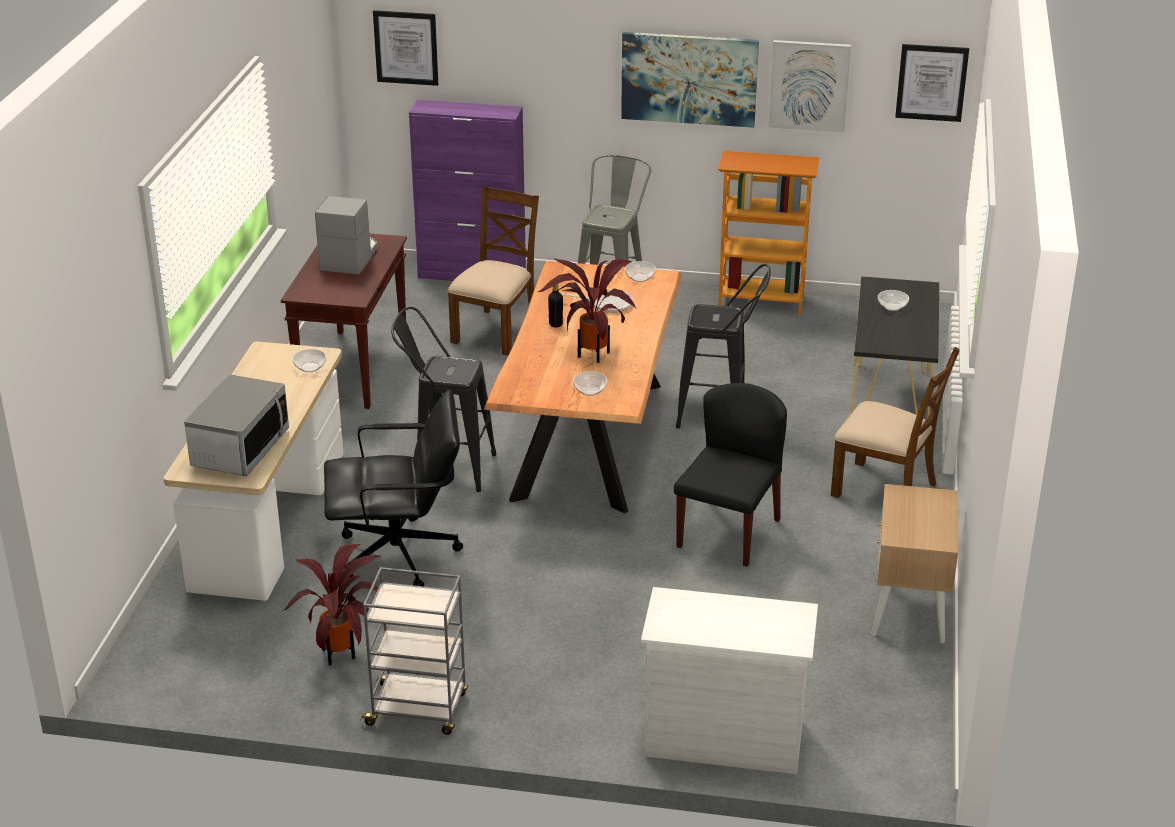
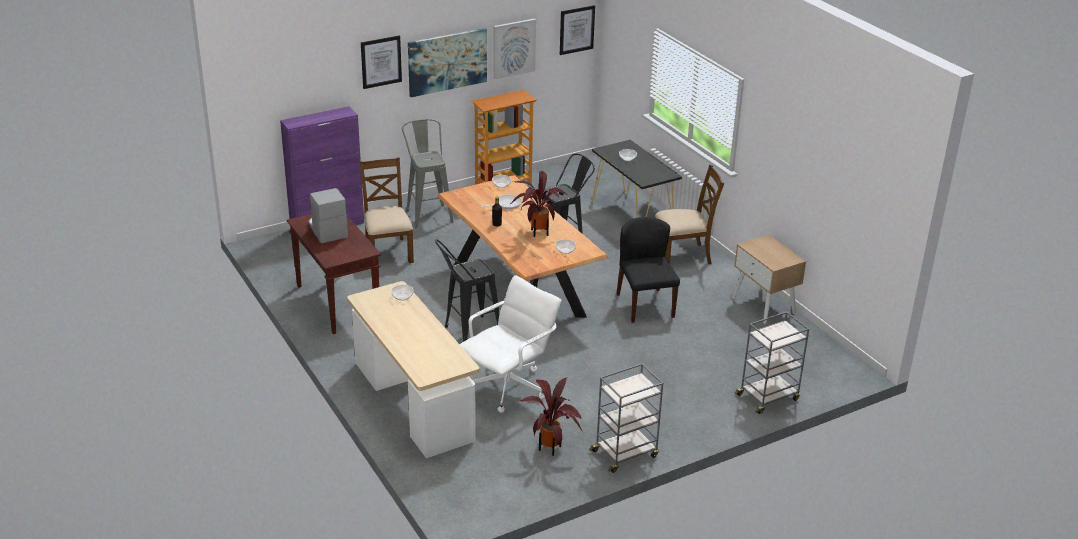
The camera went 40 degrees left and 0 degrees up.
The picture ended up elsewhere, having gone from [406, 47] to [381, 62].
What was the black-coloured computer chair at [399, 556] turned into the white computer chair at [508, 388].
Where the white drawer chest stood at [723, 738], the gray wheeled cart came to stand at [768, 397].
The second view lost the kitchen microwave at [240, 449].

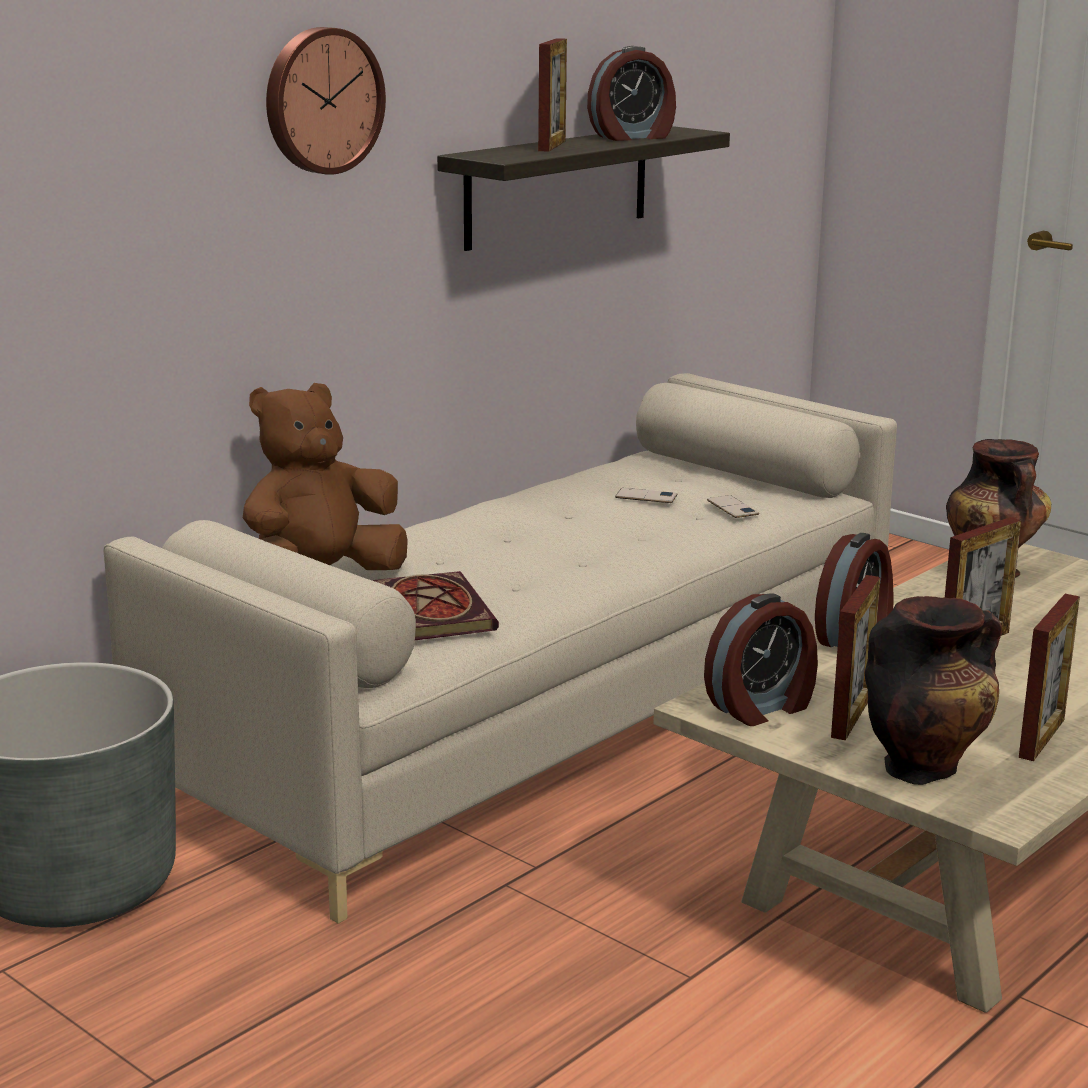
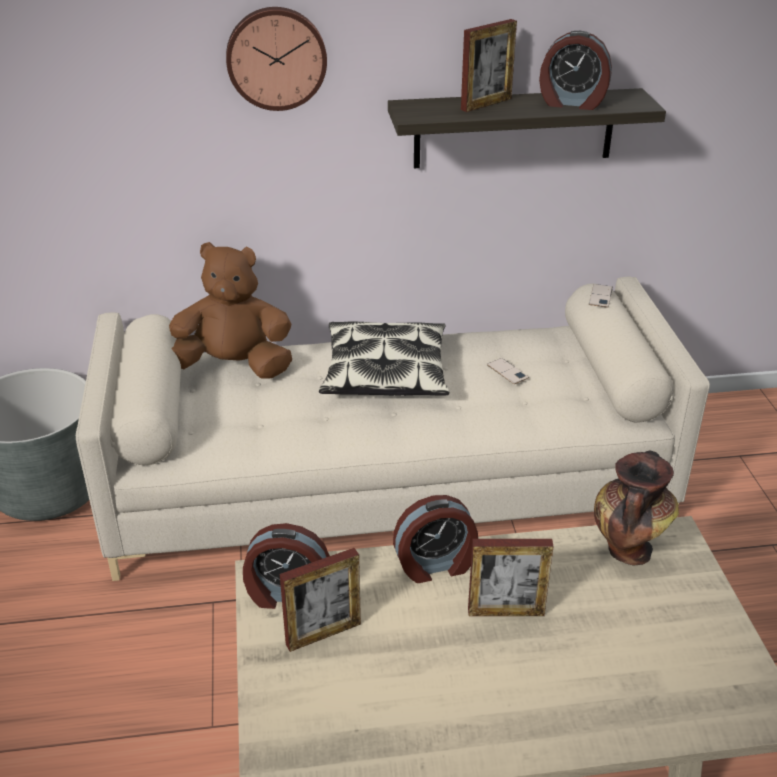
The camera went 40 degrees right and 15 degrees up.
The second view gained the cushion at [385, 373].
The telephone ended up elsewhere, having gone from [732, 507] to [600, 296].
The second view lost the book at [429, 611].
The second view lost the flower vase at [924, 766].
The second view lost the picture frame at [1041, 738].

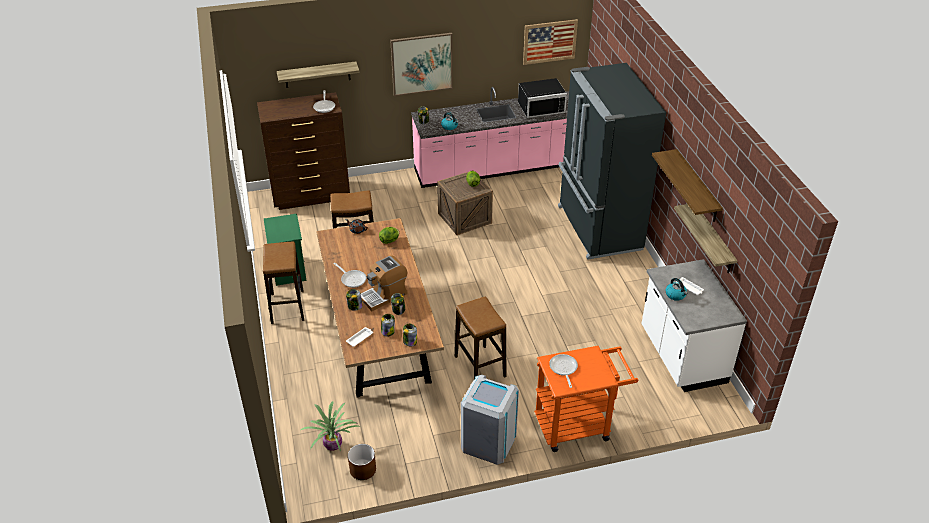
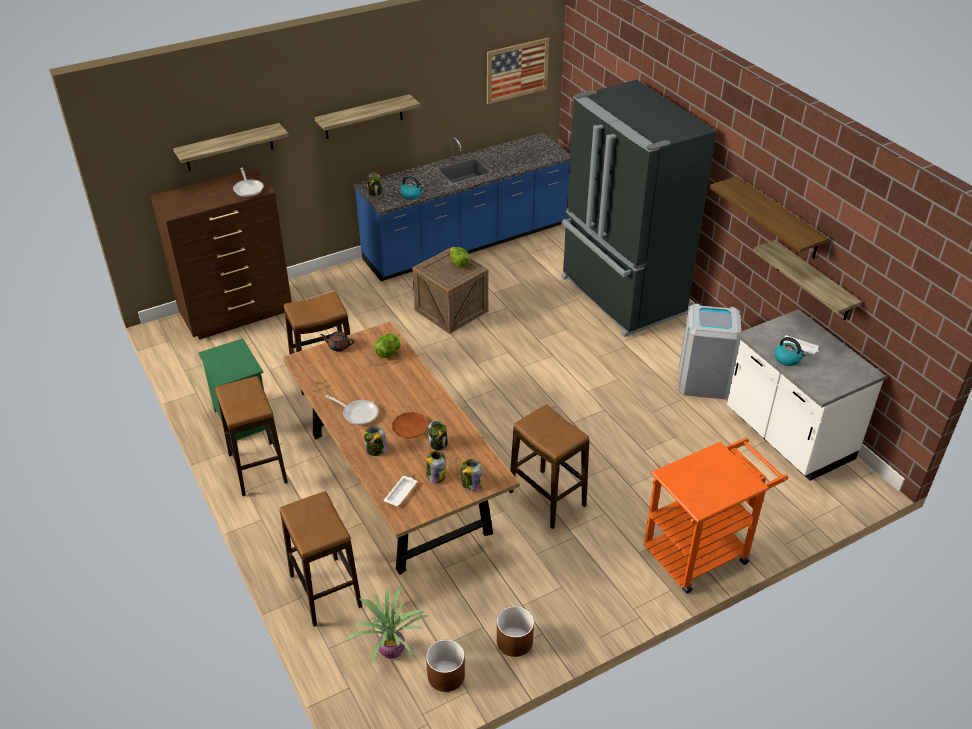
The camera went 15 degrees left and 0 degrees up.
The second view gained the stool at [325, 591].
Where the picture hung at [422, 64], the bracket shelf came to hang at [363, 117].
What was the pink-coloured counter at [496, 169] turned into the blue counter at [466, 244].
Where the coffee machine stood at [384, 295], the brown-coloured dinner plate came to stand at [410, 427].
The second view gained the brown-coloured planter at [514, 641].
The gray trash can ended up elsewhere, having gone from [488, 442] to [703, 380].
The second view lost the black-coloured kitchen microwave at [540, 106].
The second view lost the pan at [563, 369].

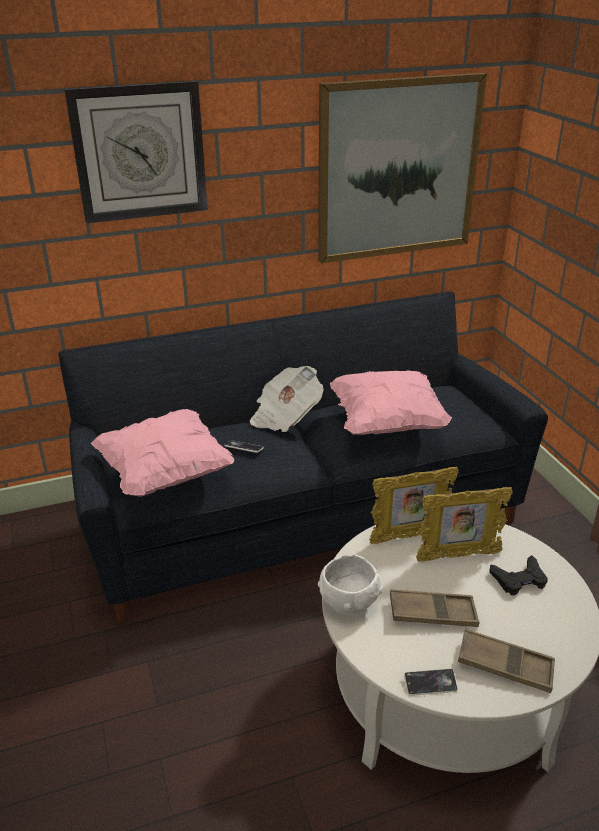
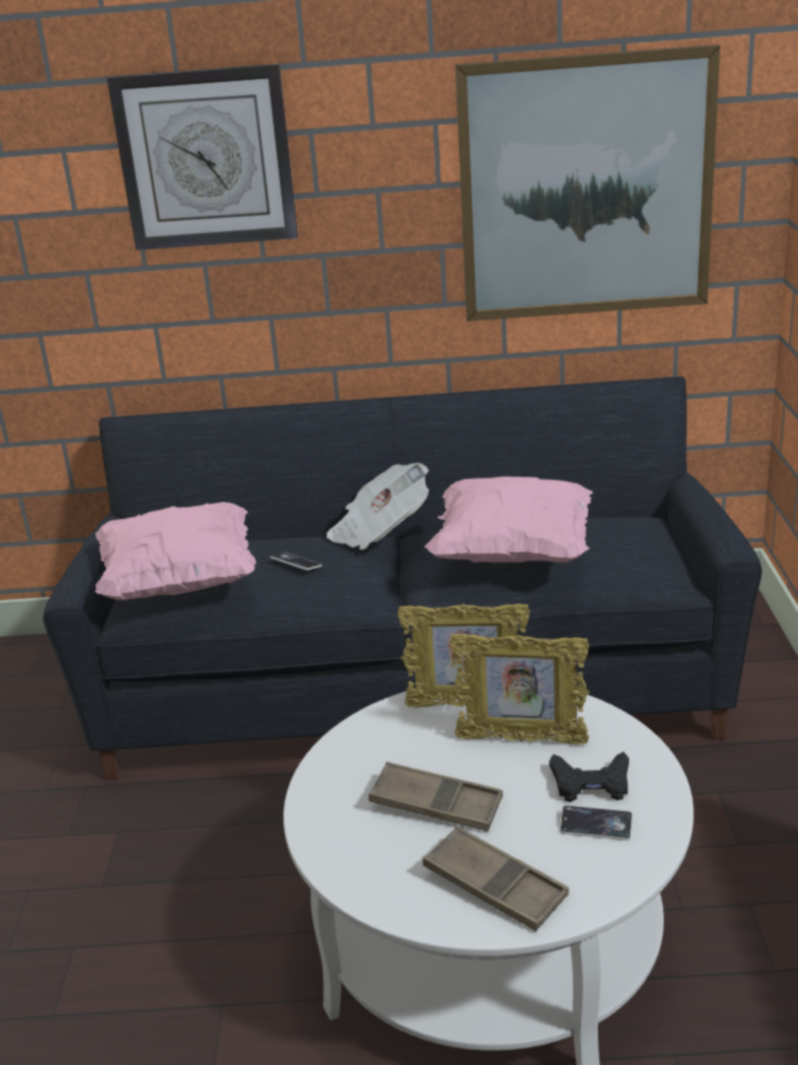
The camera went 20 degrees right and 5 degrees down.
The telephone ended up elsewhere, having gone from [430, 684] to [596, 826].
The second view lost the white serving bowl at [348, 603].

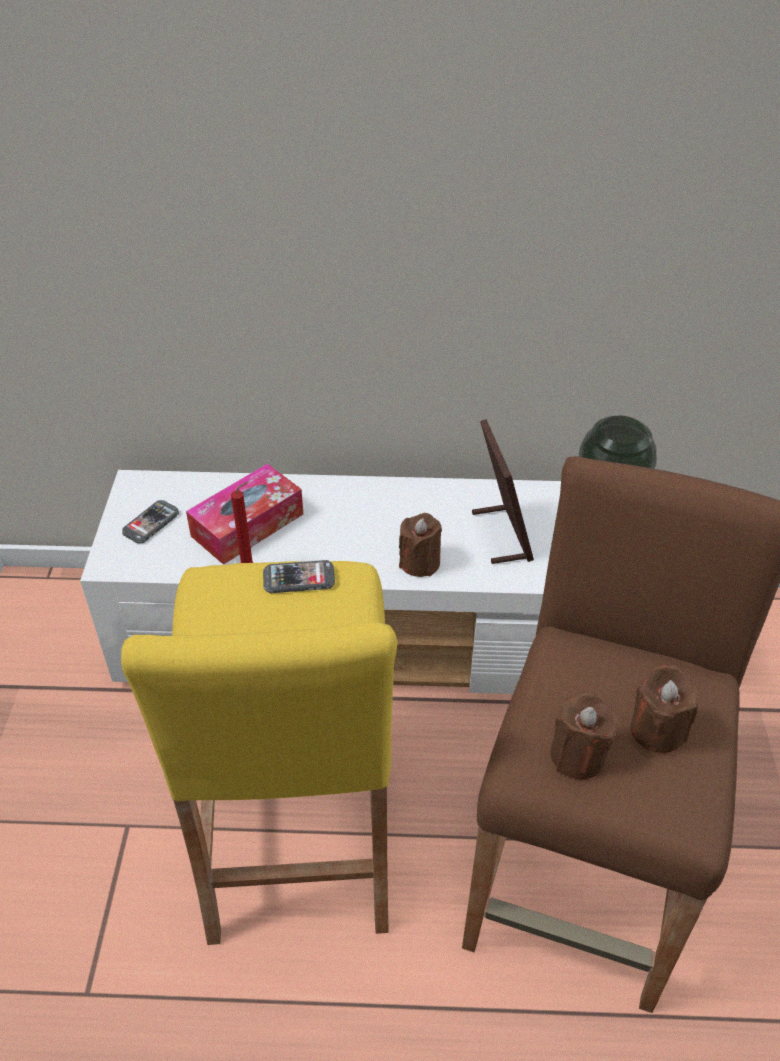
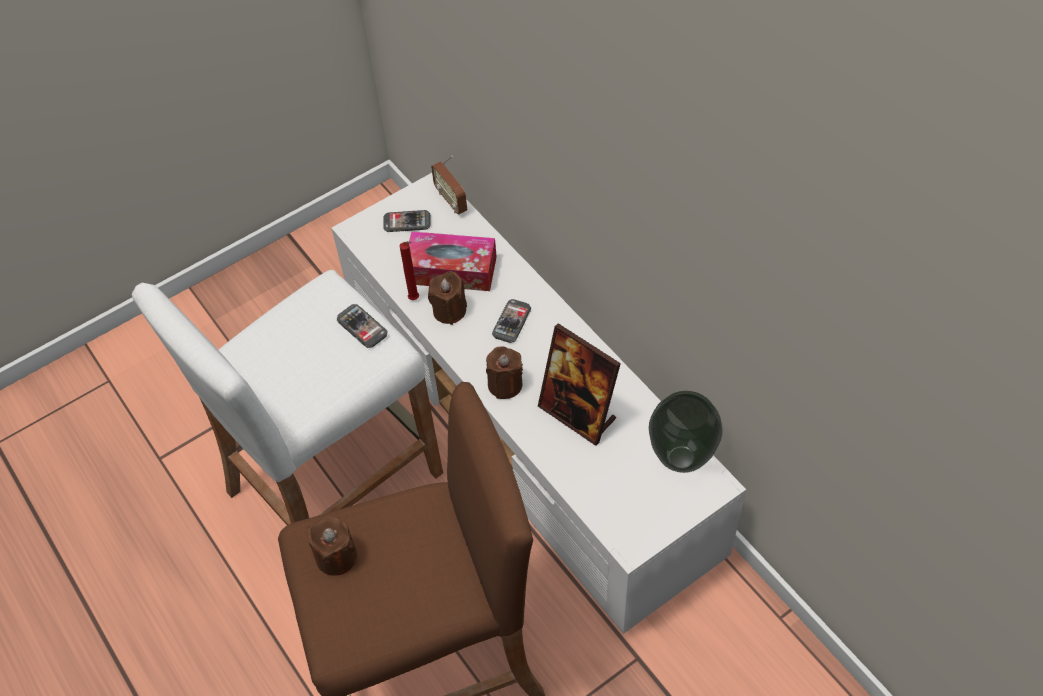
The camera went 55 degrees right and 10 degrees up.
What was the yellow-coloured stool at [296, 829] turned into the white stool at [333, 481].
The brown-coloured wax candle ended up elsewhere, having gone from [657, 730] to [449, 310].
The second view gained the radio set at [451, 201].
The second view gained the telephone at [511, 322].
The picture frame at [501, 535] ended up facing another way, 90 degrees clockwise from before.

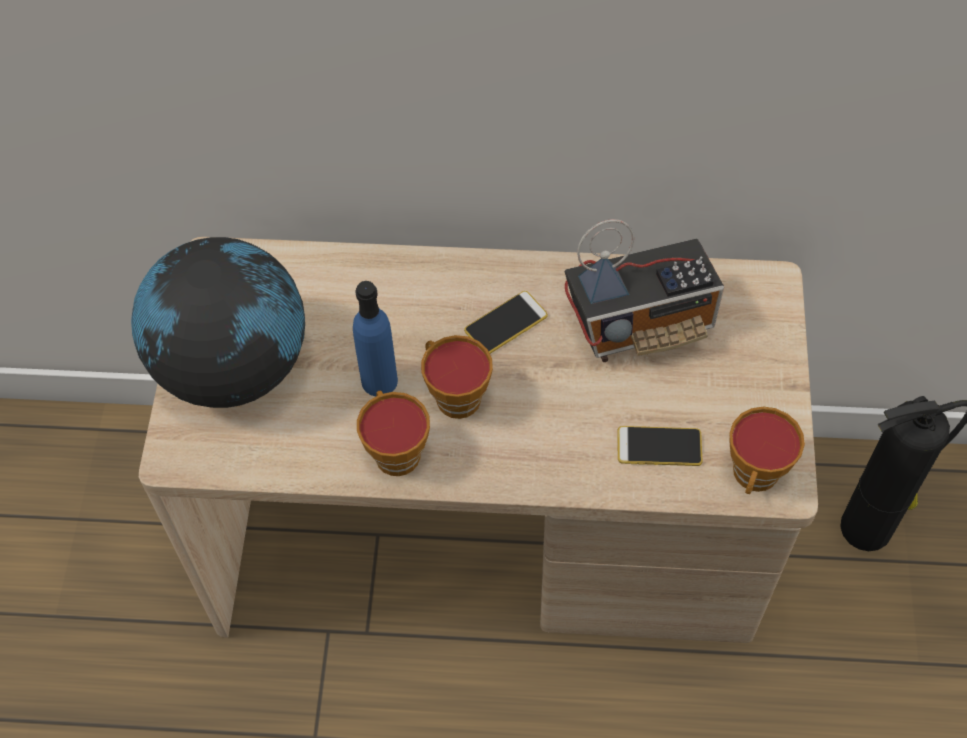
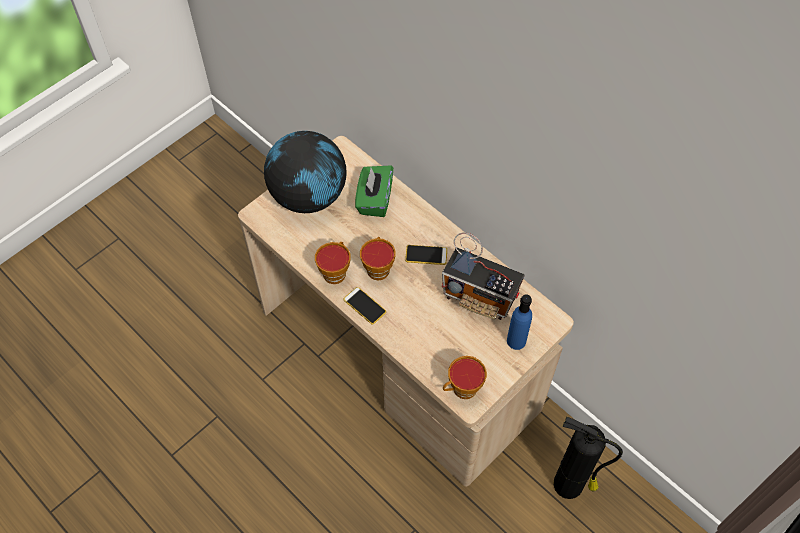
The camera went 40 degrees right and 0 degrees up.
The telephone ended up elsewhere, having gone from [659, 446] to [364, 306].
The second view gained the green box of tissues at [374, 200].
The blue drink bottle ended up elsewhere, having gone from [379, 381] to [516, 341].

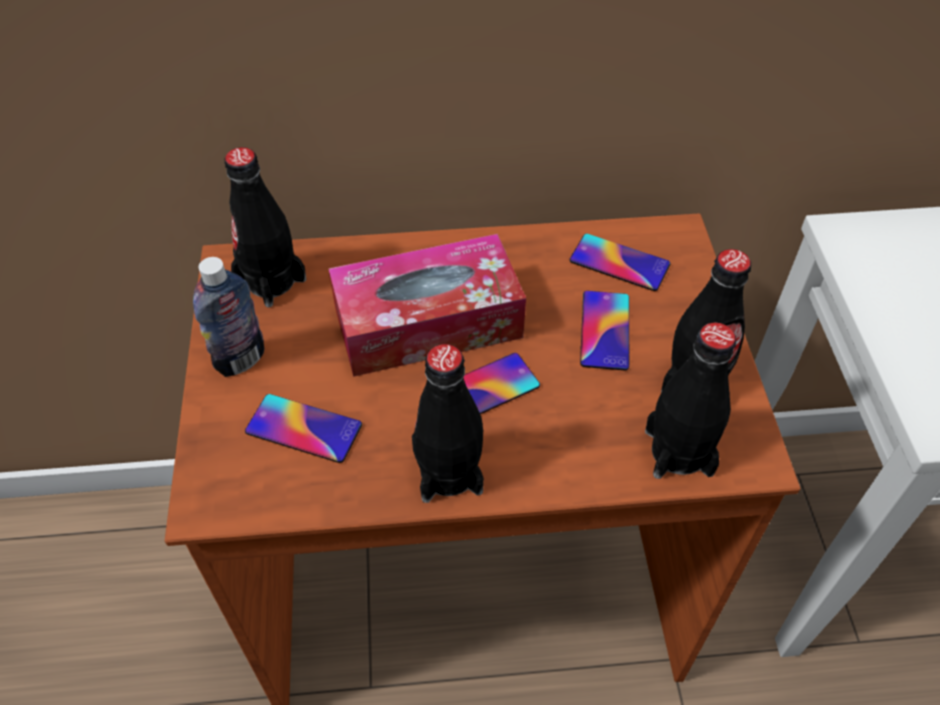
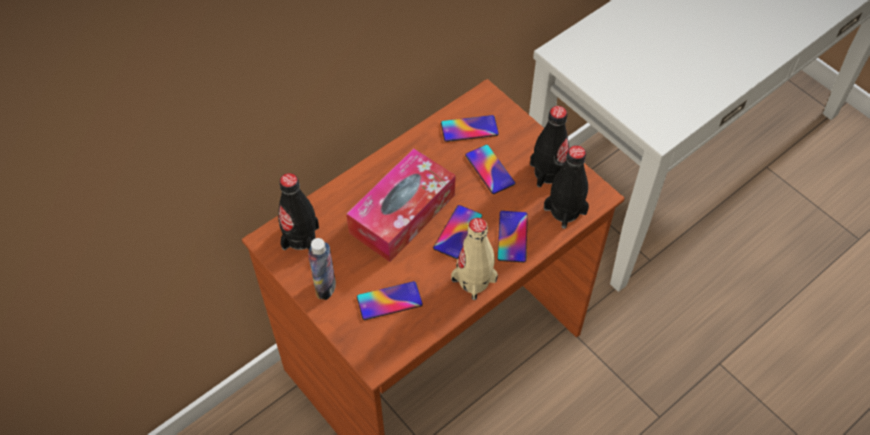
The camera went 35 degrees left and 5 degrees up.
What was the black-coloured drink bottle at [448, 472] turned into the beige drink bottle at [474, 280].
The second view gained the telephone at [512, 236].

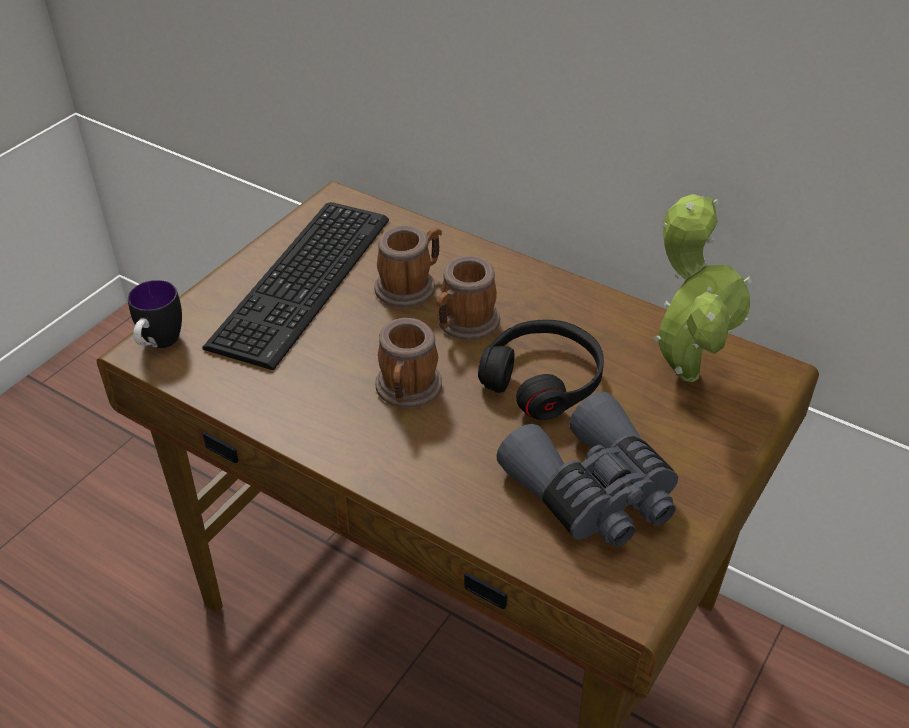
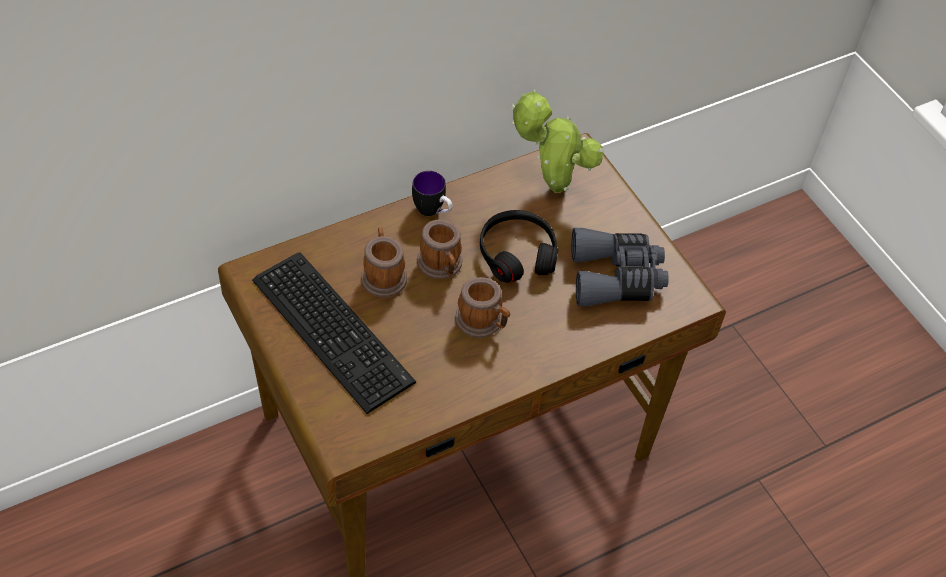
The camera went 65 degrees left and 10 degrees up.
The mug ended up elsewhere, having gone from [159, 345] to [433, 212].

